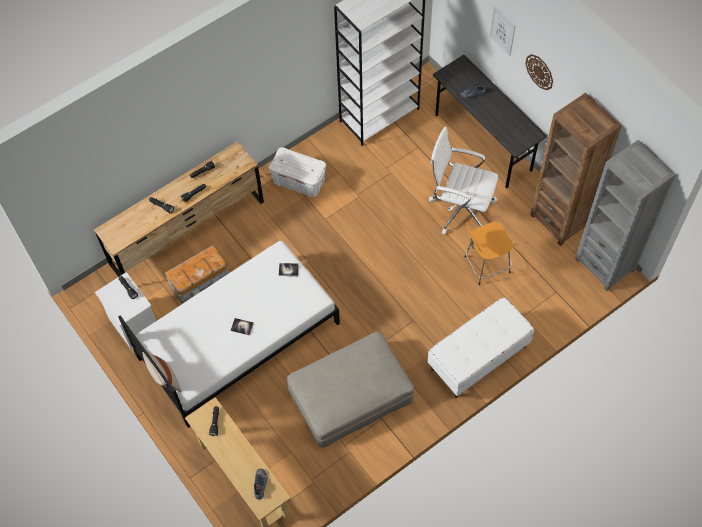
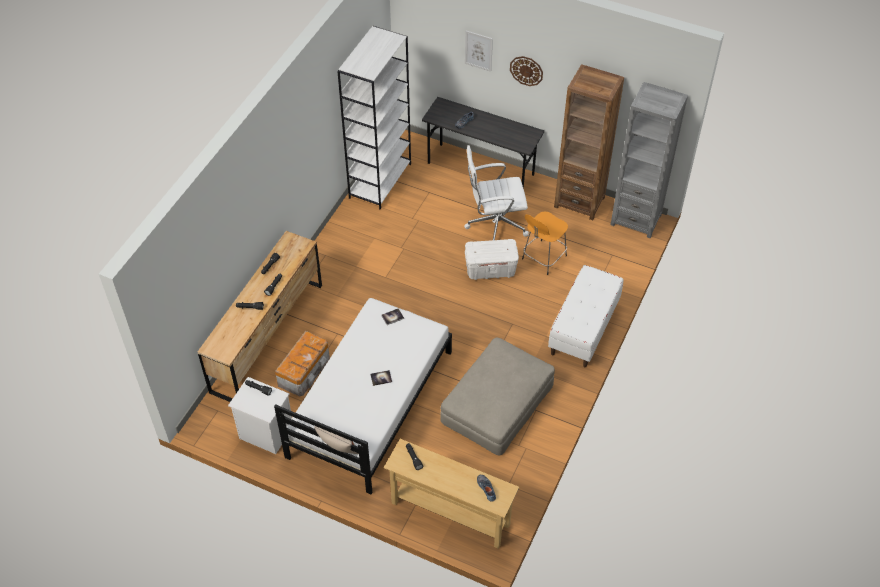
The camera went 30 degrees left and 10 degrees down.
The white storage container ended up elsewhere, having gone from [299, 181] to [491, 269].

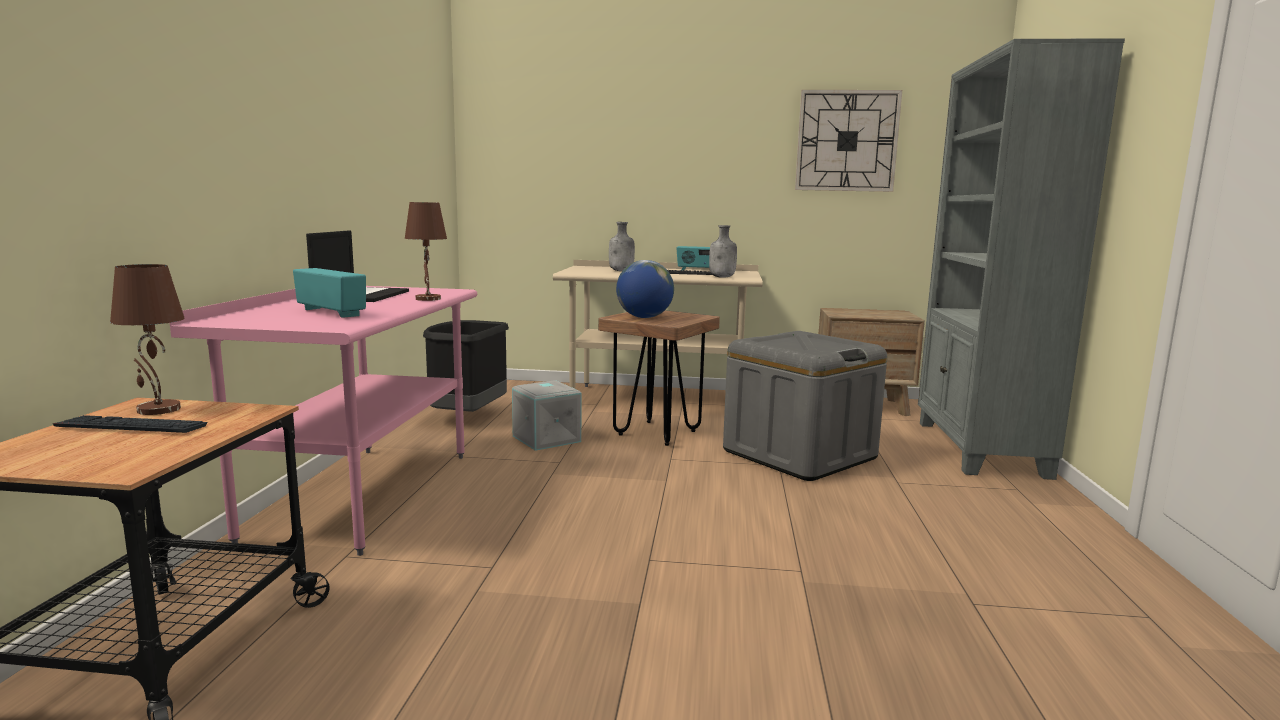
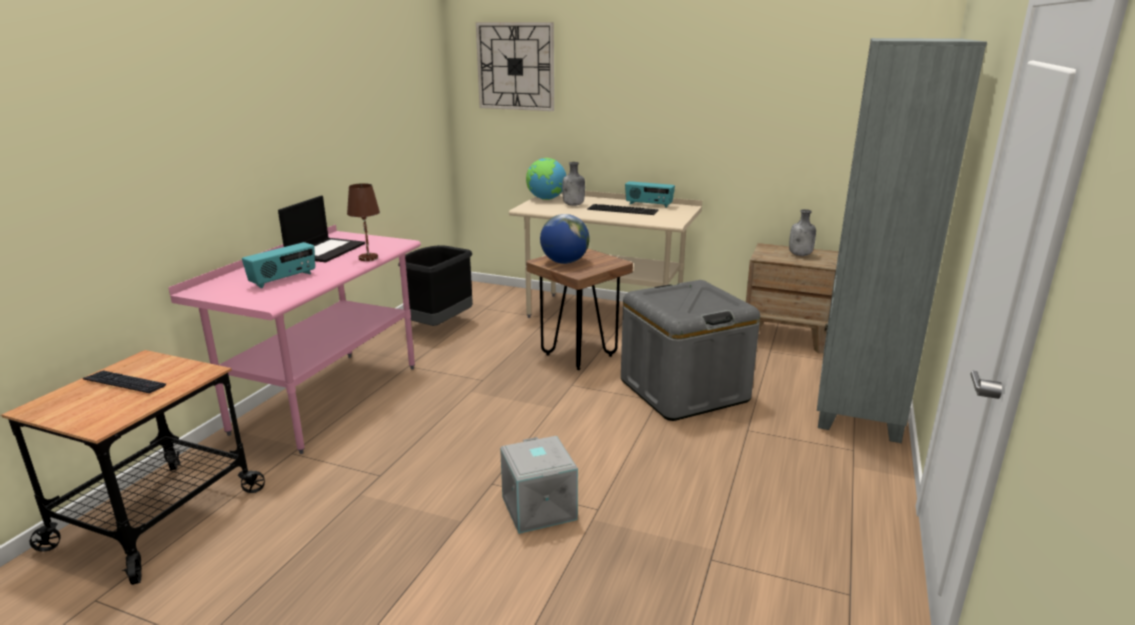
The camera went 15 degrees right and 10 degrees up.
The radio set at [332, 312] ended up facing another way, 75 degrees clockwise from before.
The hanging clock ended up elsewhere, having gone from [847, 141] to [515, 66].
The gray storage container ended up elsewhere, having gone from [545, 439] to [537, 508].
The second view gained the desk globe at [546, 199].
The gray drink bottle ended up elsewhere, having gone from [722, 277] to [800, 255].
The second view lost the brown-coloured table lamp at [157, 409].

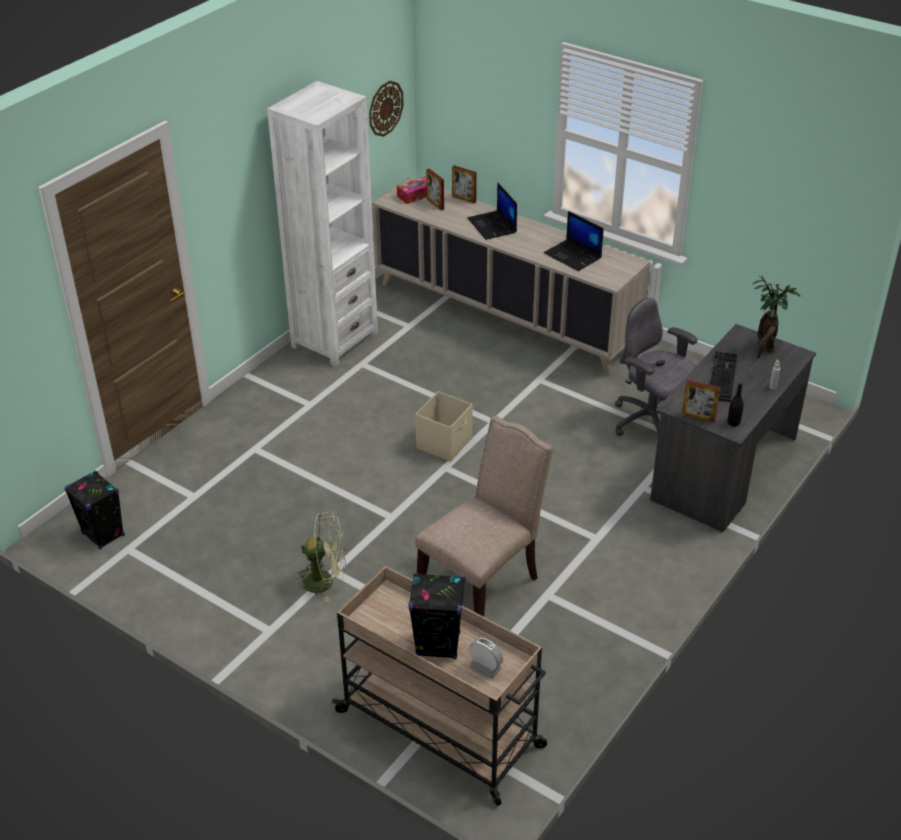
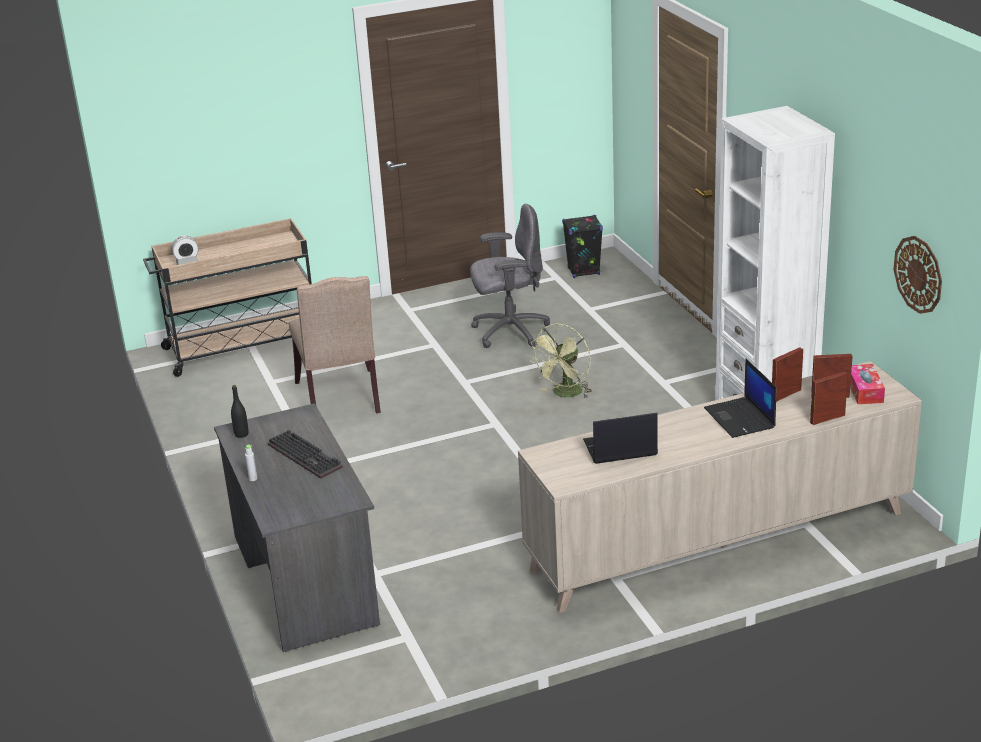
The camera went 125 degrees right and 10 degrees down.
The gray computer chair ended up elsewhere, having gone from [650, 422] to [509, 332].
The green fan ended up elsewhere, having gone from [325, 581] to [565, 394].
The notebook computer at [493, 226] ended up facing another way, 120 degrees counterclockwise from before.
The picture frame ended up elsewhere, having gone from [698, 417] to [786, 395].
The second view lost the black-coloured loudspeaker at [438, 644].
The second view lost the beige storage container at [445, 443].
The second view lost the potted plant at [765, 348].

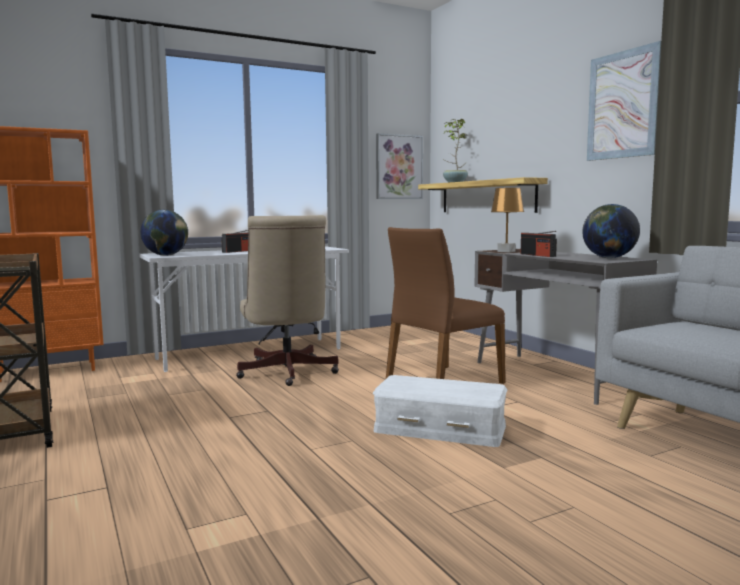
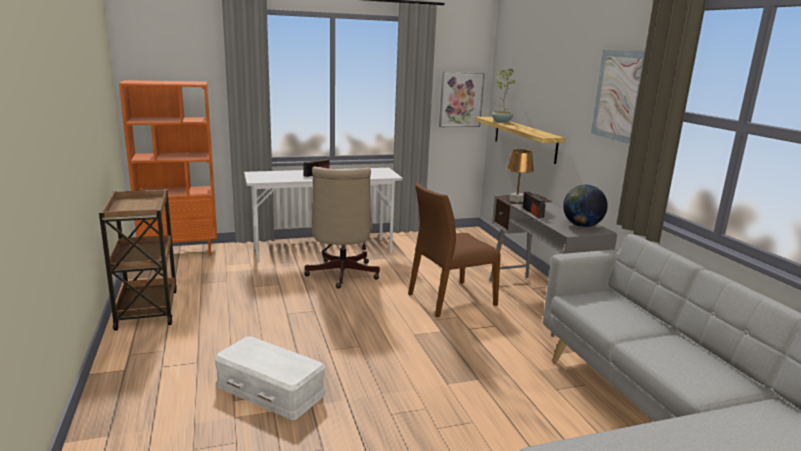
The camera went 10 degrees right and 10 degrees up.
The white storage container ended up elsewhere, having gone from [440, 428] to [271, 389].
The second view lost the desk globe at [166, 255].

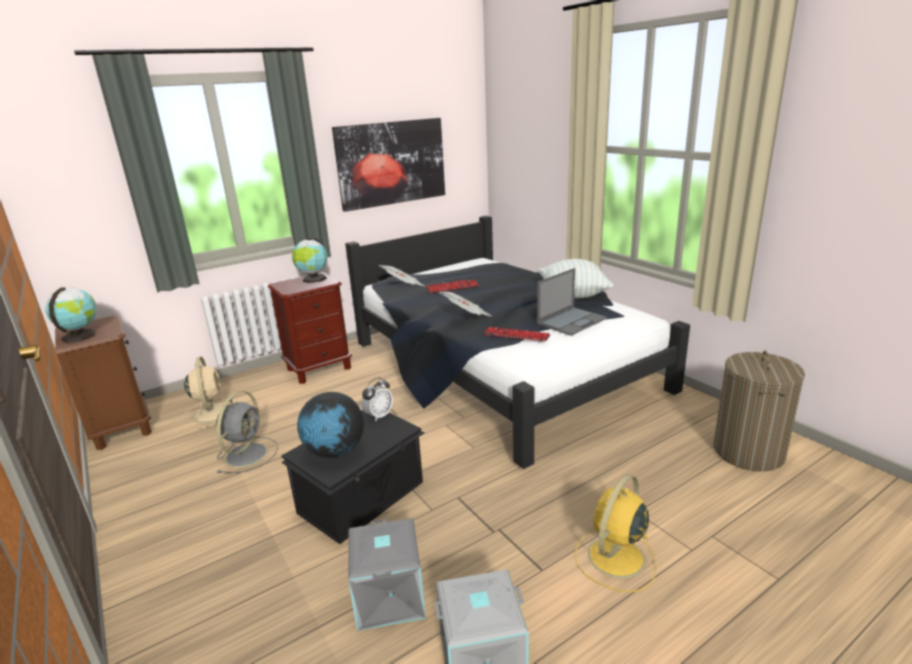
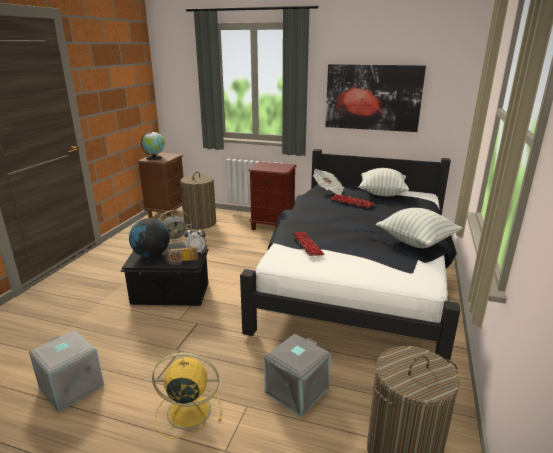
The camera went 50 degrees right and 0 degrees up.
The second view gained the radio set at [182, 262].
Where the beige fan stood at [211, 412], the laundry basket came to stand at [200, 223].
The gray storage container ended up elsewhere, having gone from [391, 597] to [297, 391].
The second view gained the cushion at [382, 193].
The second view lost the desk globe at [313, 279].
The second view lost the newspaper at [466, 316].
The second view lost the notebook computer at [572, 321].

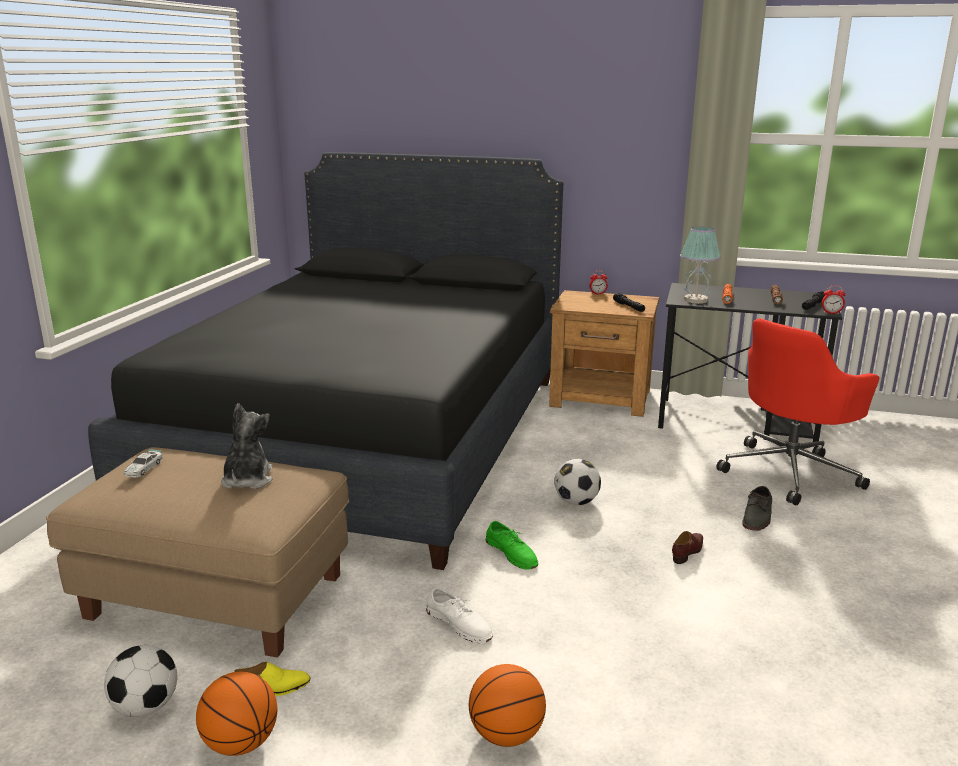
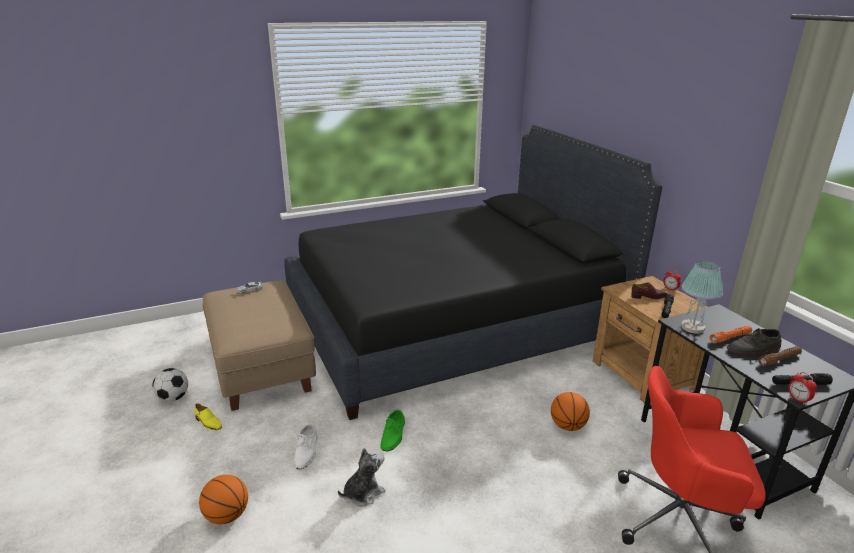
The camera went 50 degrees right and 5 degrees up.
The cuddly toy ended up elsewhere, having gone from [247, 480] to [363, 493].
The ball for basketball ended up elsewhere, having gone from [241, 743] to [567, 426].
The brown-coloured item of footwear ended up elsewhere, having gone from [688, 551] to [648, 296].
The gray item of footwear ended up elsewhere, having gone from [757, 516] to [754, 349].
The second view lost the ball for football at [576, 502].

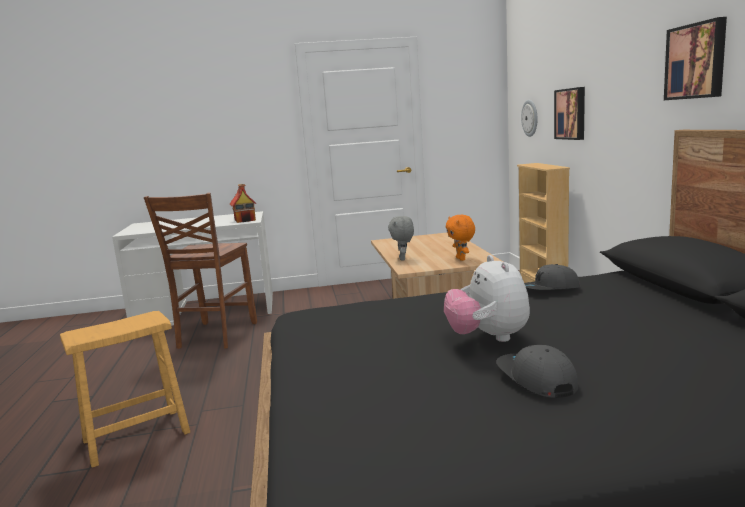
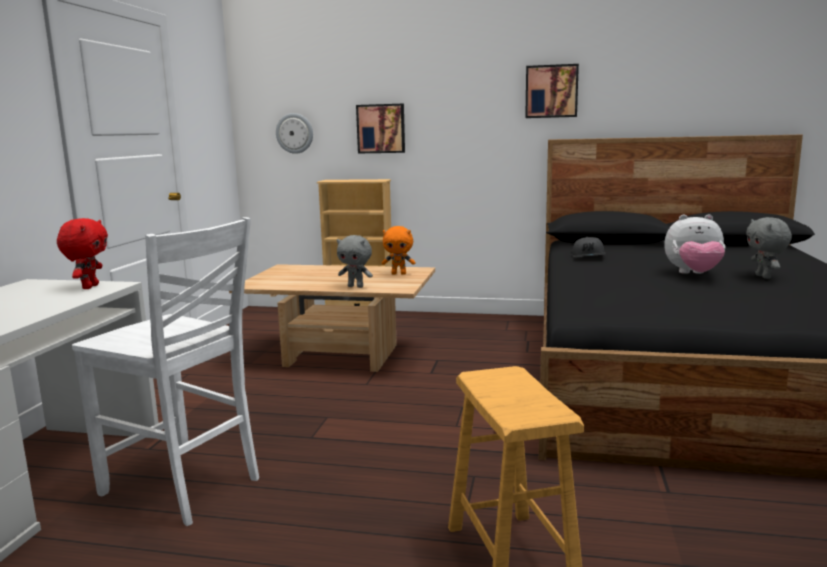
The camera went 70 degrees left and 0 degrees up.
Where the model house stood at [245, 220], the reddish cuddly toy came to stand at [89, 287].
What was the brown-coloured upright chair at [215, 336] turned into the white upright chair at [184, 486].
Where the gray peaked cap stood at [535, 379], the gray cuddly toy came to stand at [764, 277].

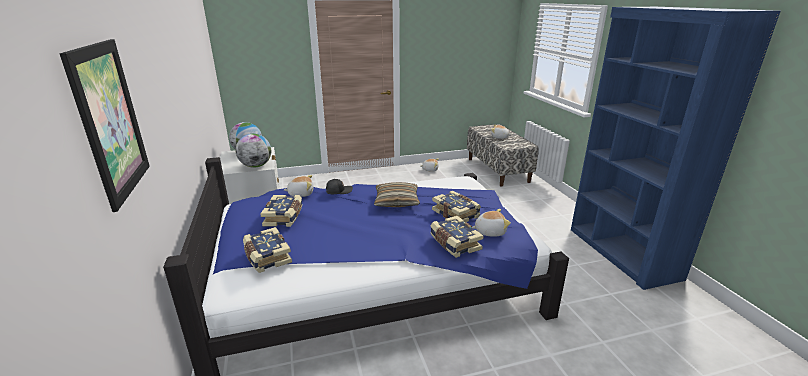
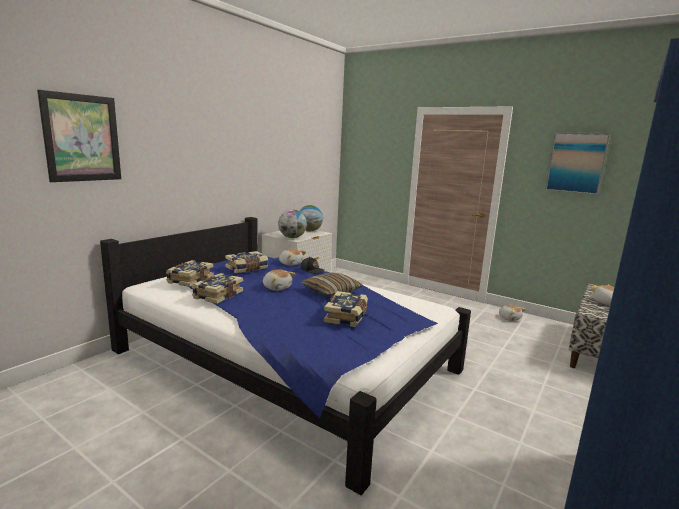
The camera went 50 degrees right and 10 degrees down.
The book ended up elsewhere, having gone from [454, 243] to [217, 295].
The cuddly toy ended up elsewhere, having gone from [489, 231] to [277, 287].
The second view gained the picture at [576, 163].

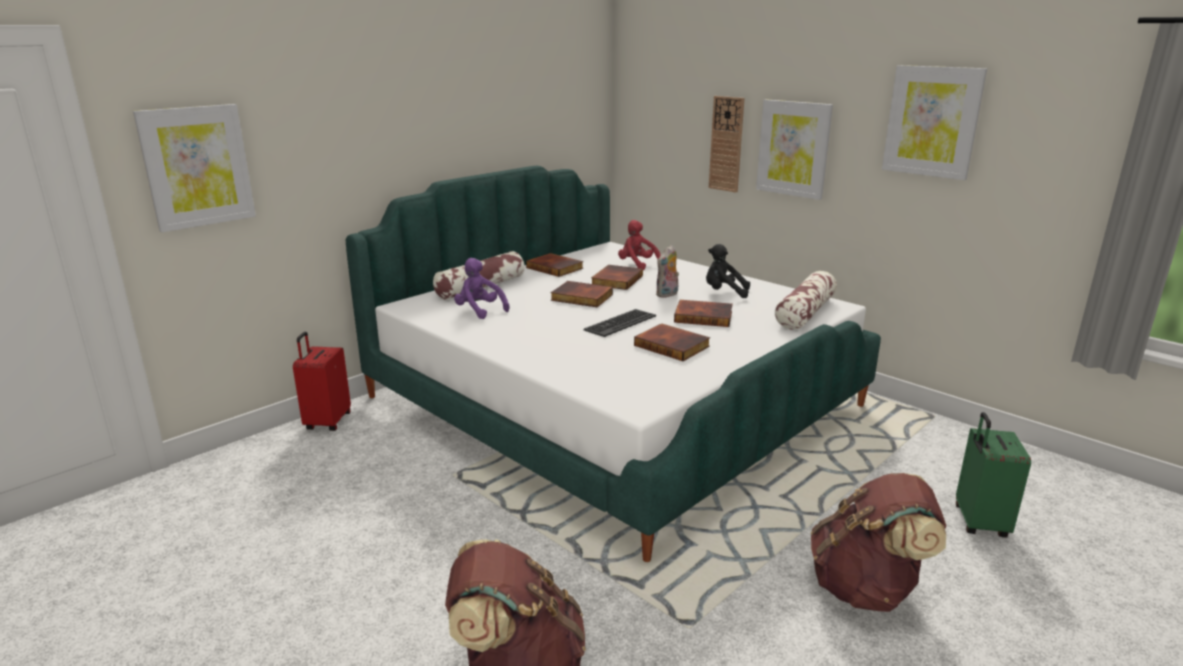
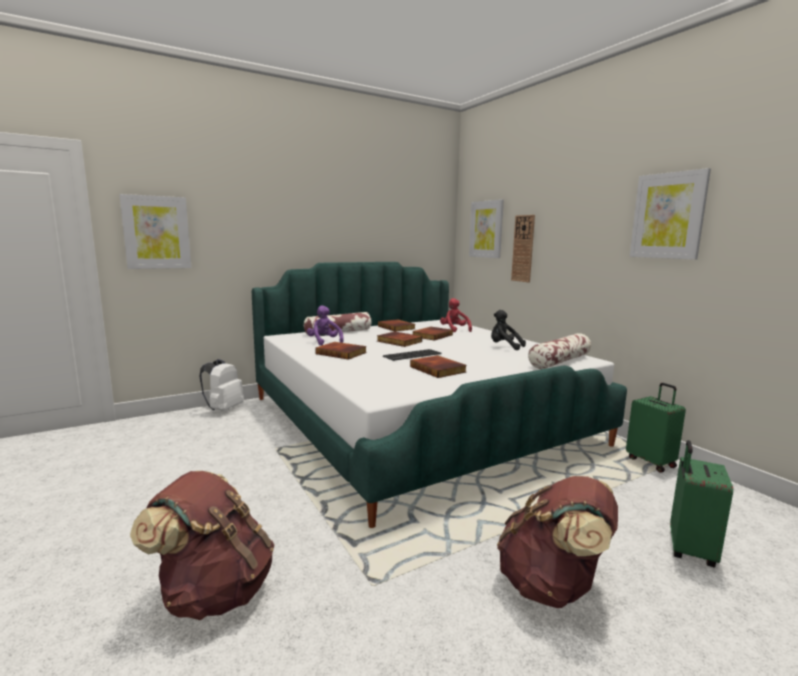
The camera went 15 degrees right and 10 degrees down.
Where the reddish travel case stood at [327, 422], the white backpack came to stand at [223, 409].
The book ended up elsewhere, having gone from [704, 316] to [342, 353].
The picture ended up elsewhere, having gone from [793, 148] to [486, 229].
The second view gained the green travel case at [651, 462].
The second view lost the cuddly toy at [667, 295].

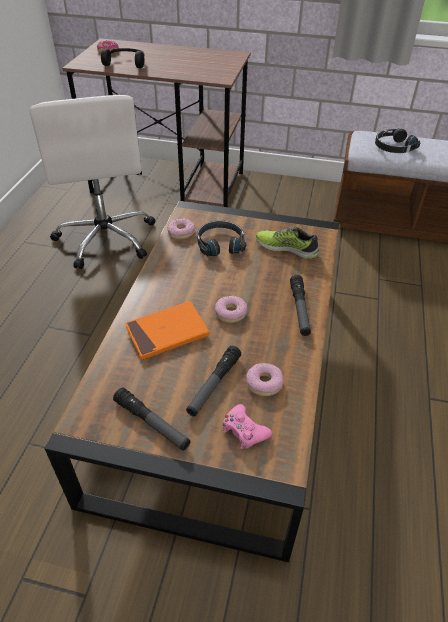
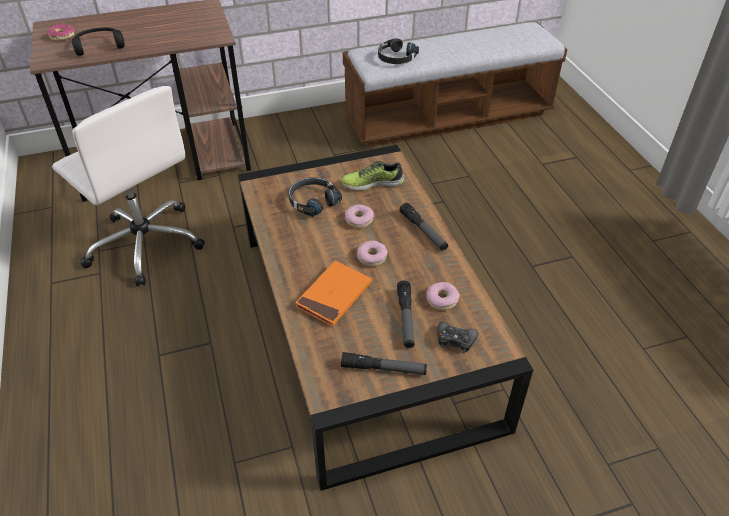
The camera went 30 degrees left and 0 degrees up.
The ring doughnut ended up elsewhere, having gone from [181, 232] to [359, 220].
What was the pink-coloured joypad at [244, 431] turned into the black-coloured joypad at [455, 340].

